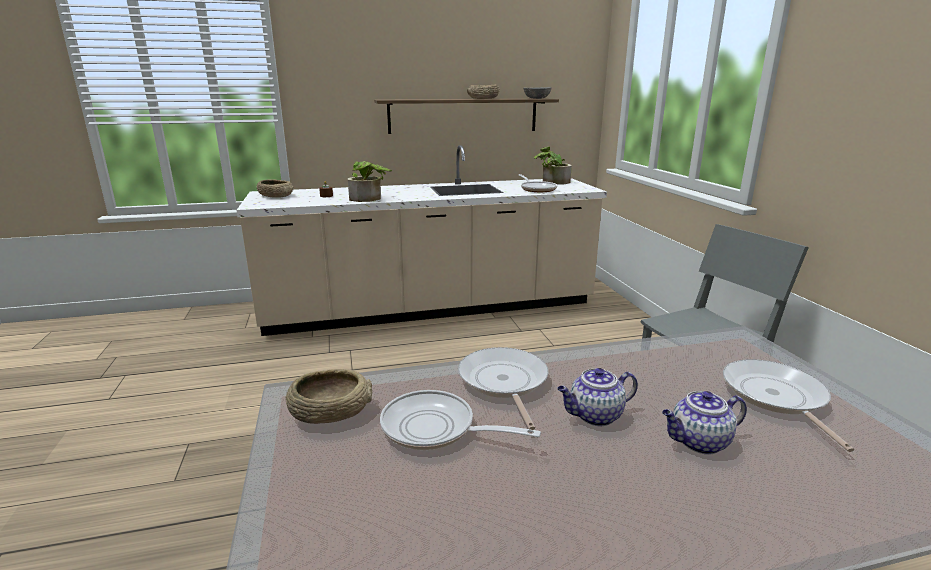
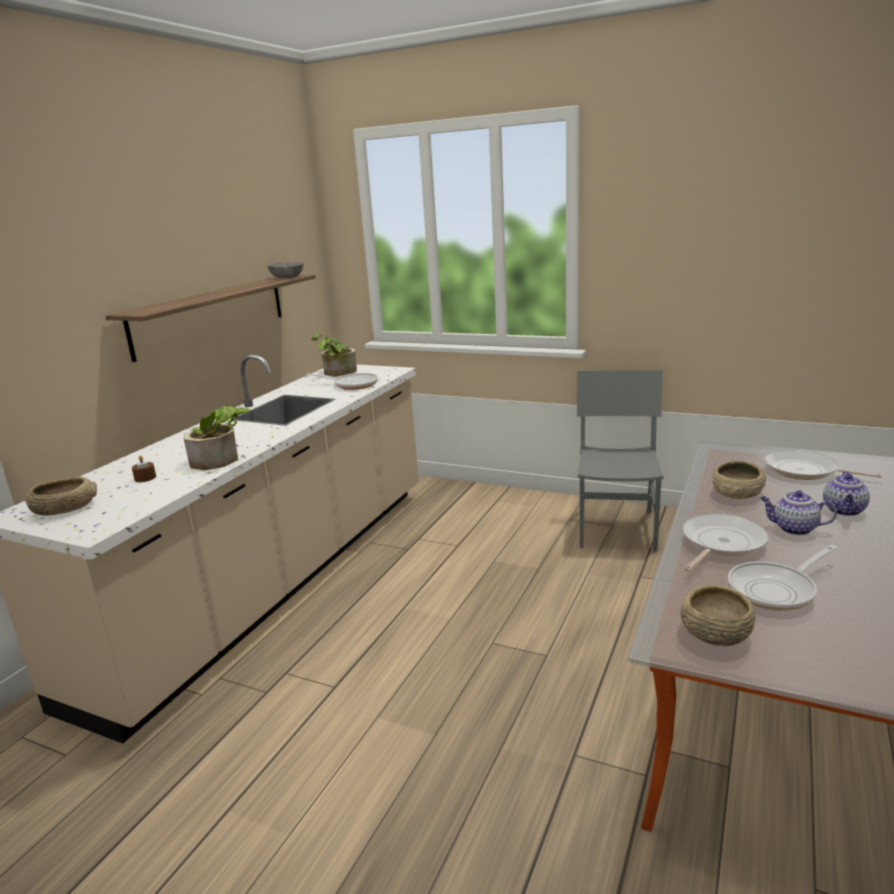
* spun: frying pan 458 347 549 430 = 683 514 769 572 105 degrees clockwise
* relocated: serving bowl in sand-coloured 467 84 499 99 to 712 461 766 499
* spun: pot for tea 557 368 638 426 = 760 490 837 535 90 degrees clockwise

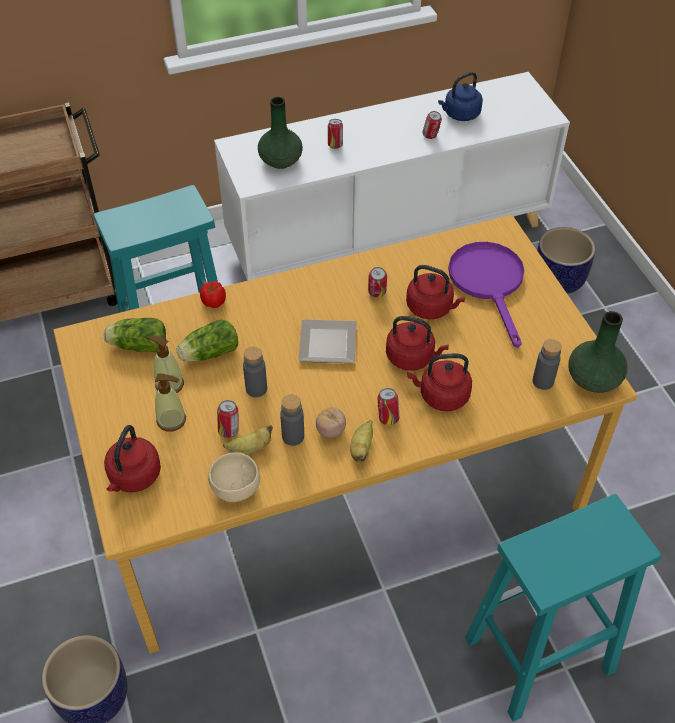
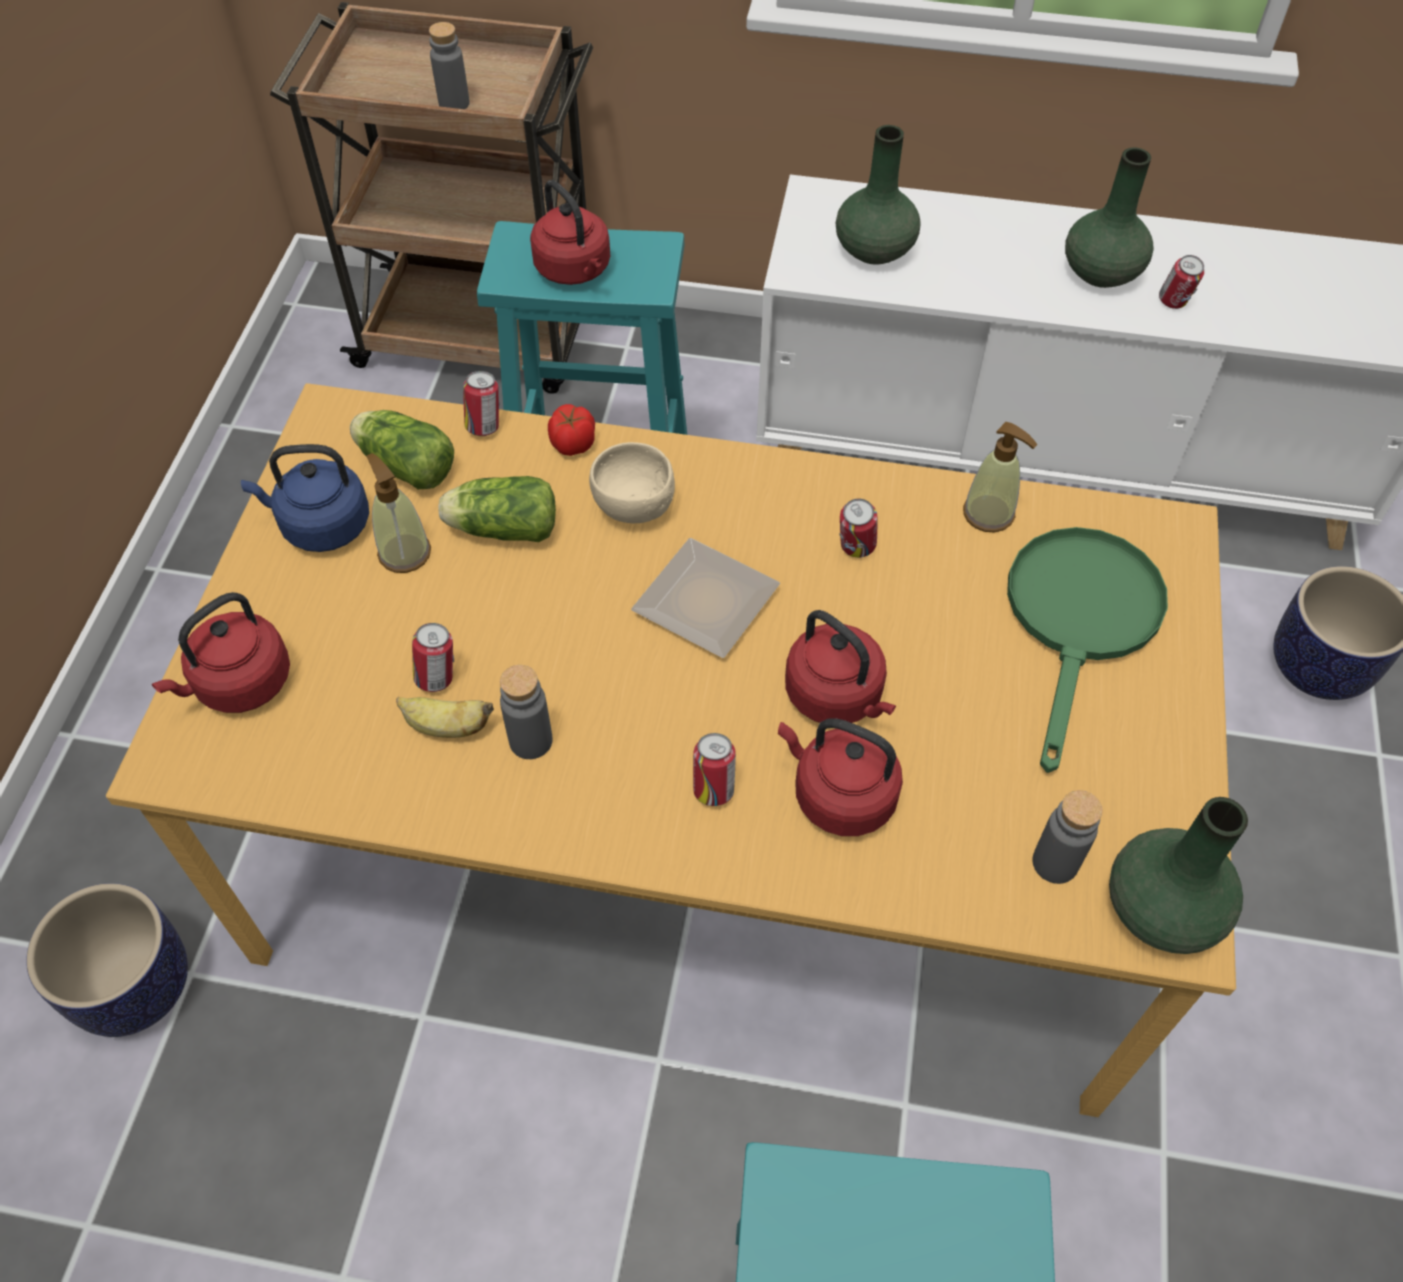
* relocated: tea kettle in blue 438 72 483 121 to 241 444 369 552
* relocated: beverage bottle in greyish 243 347 267 397 to 429 22 470 109
* relocated: sealed can 328 119 343 149 to 463 371 500 436
* relocated: tea kettle in reddish 406 265 465 319 to 530 180 610 285
* relocated: serving bowl in sand-coloured 208 452 260 502 to 589 442 675 523
* relocated: soap bottle 155 374 186 432 to 963 422 1038 533
* colour: frying pan in purple 448 242 525 348 to frying pan in green-coloured 1007 527 1168 773
* appeared: decorative vase in green-coloured 1065 147 1154 288
* missing: tomato 316 407 346 438
* missing: banana 350 420 373 463

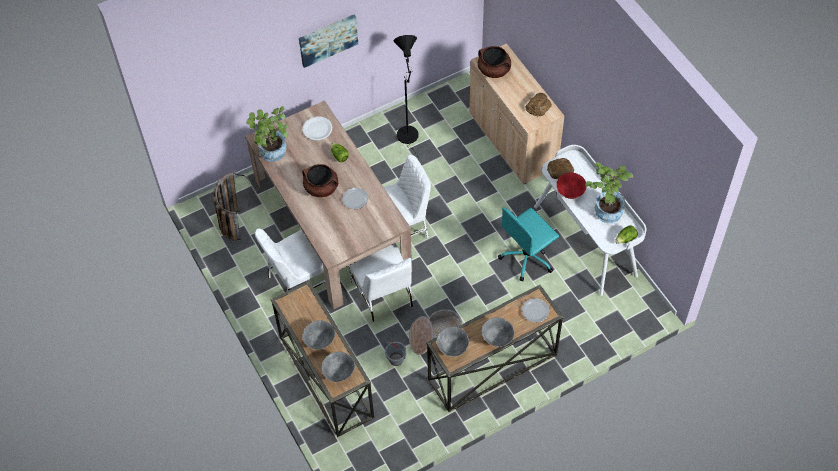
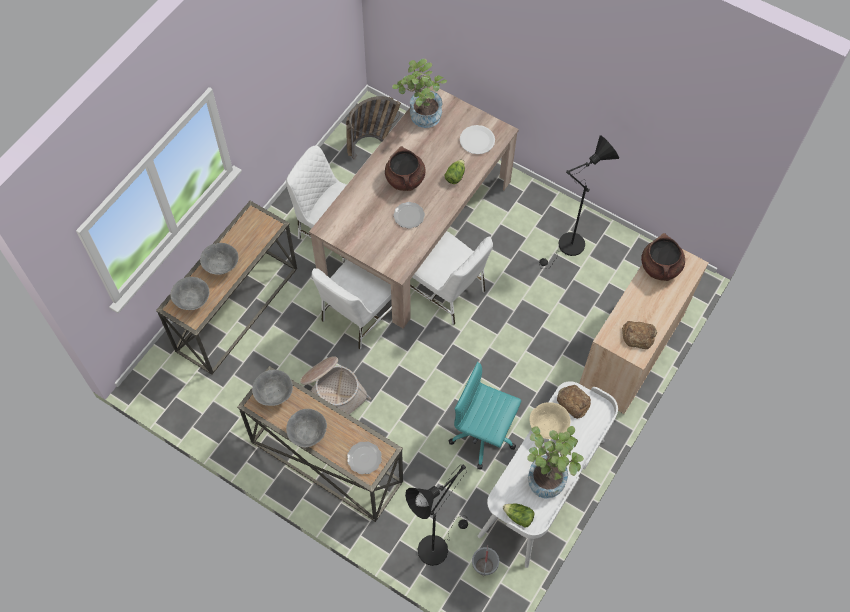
* appeared: floor lamp in black-coloured 405 465 468 566
* relocated: bucket in greyish 385 342 407 366 to 472 545 499 577
* colour: serving bowl in reddish 556 172 586 199 to serving bowl in sand-coloured 530 402 570 439
* missing: wall picture 299 14 358 68

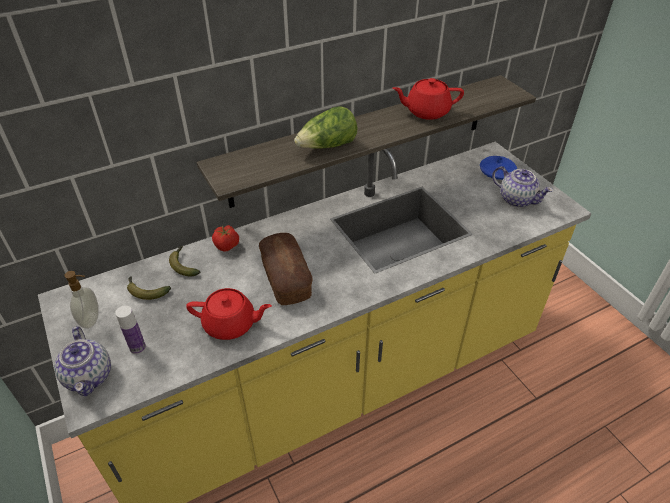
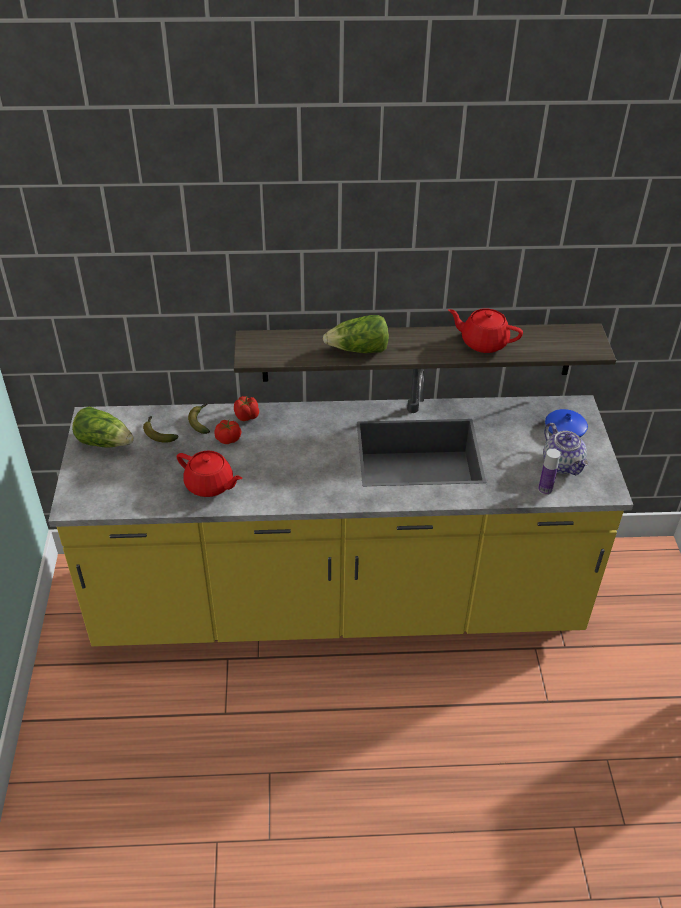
* exchanged: soap bottle 65 271 99 329 to head of lettuce 72 406 134 447
* appeared: tomato 214 420 241 444
* relocated: beverage bottle 115 305 146 354 to 538 449 561 495
* missing: pot for tea 54 326 111 397
* missing: bakery bread 259 233 313 305

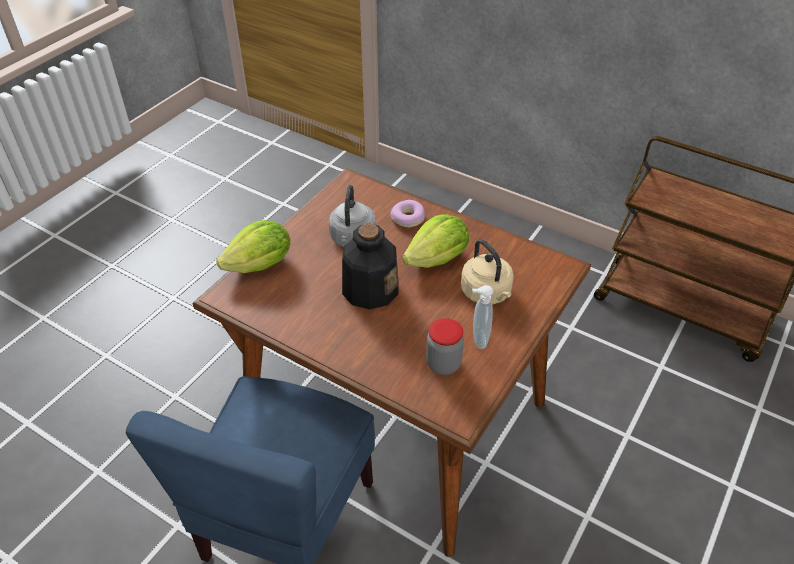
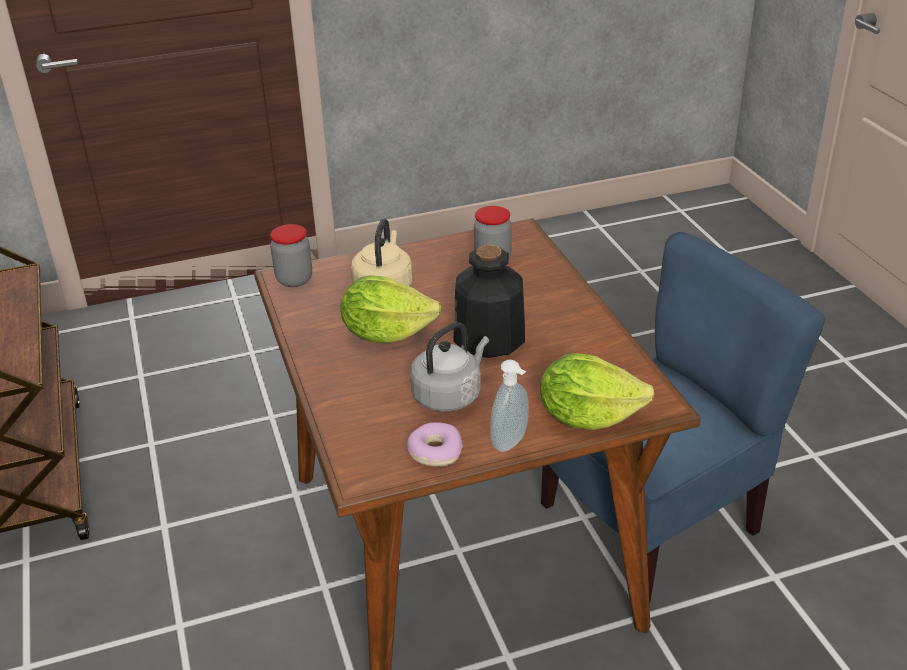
* appeared: storage jar 270 224 312 287
* relocated: ring doughnut 390 200 425 227 to 407 422 463 466
* relocated: soap bottle 472 285 493 349 to 490 360 529 452

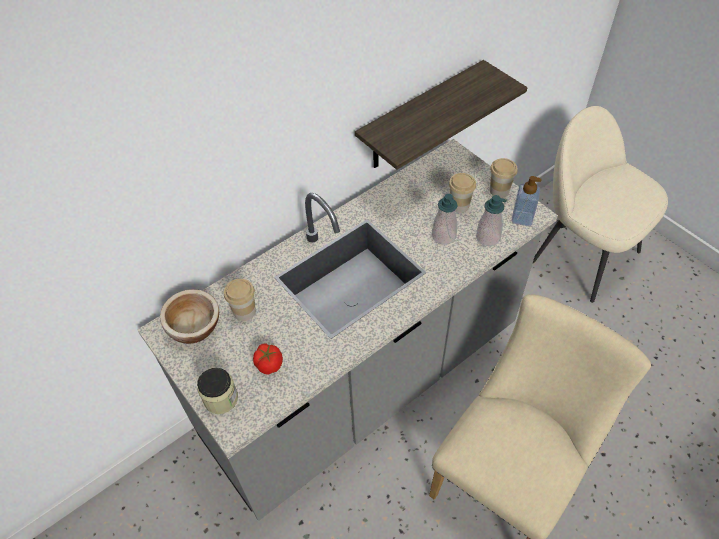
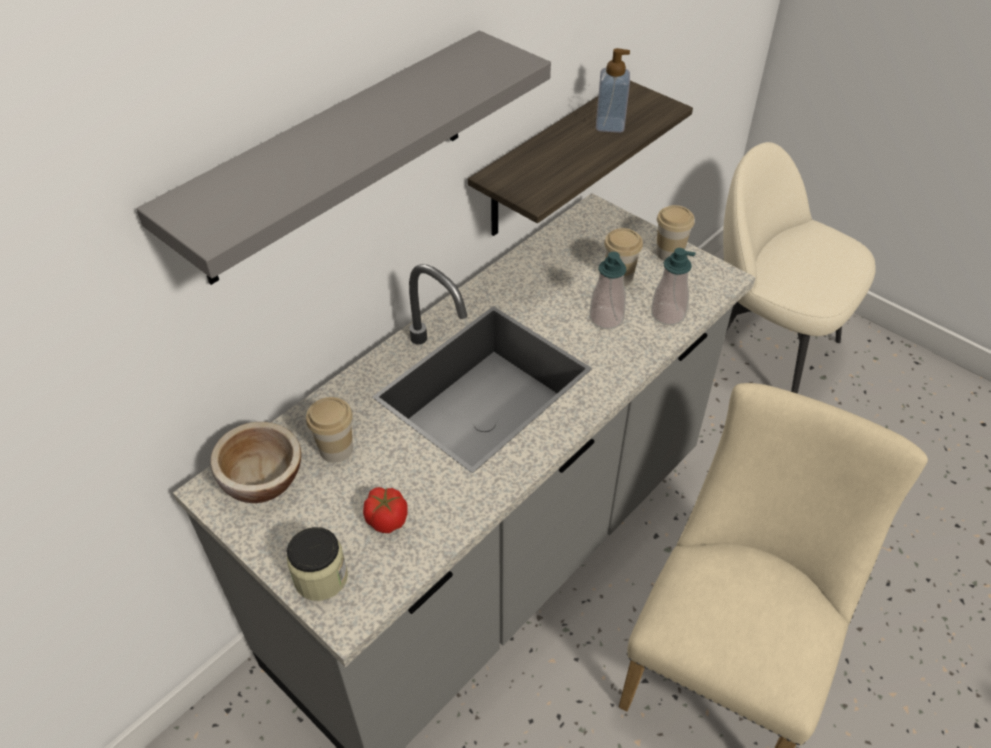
* appeared: wall shelf in greyish 136 31 551 285
* relocated: soap bottle 512 176 542 226 to 596 48 630 133

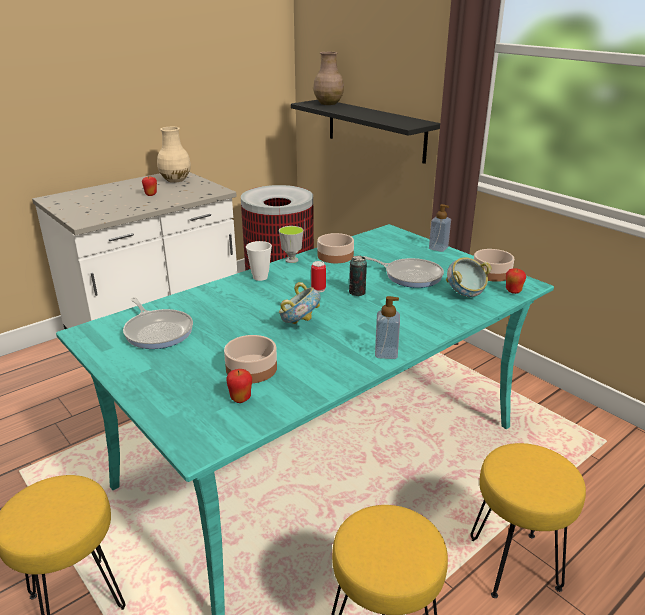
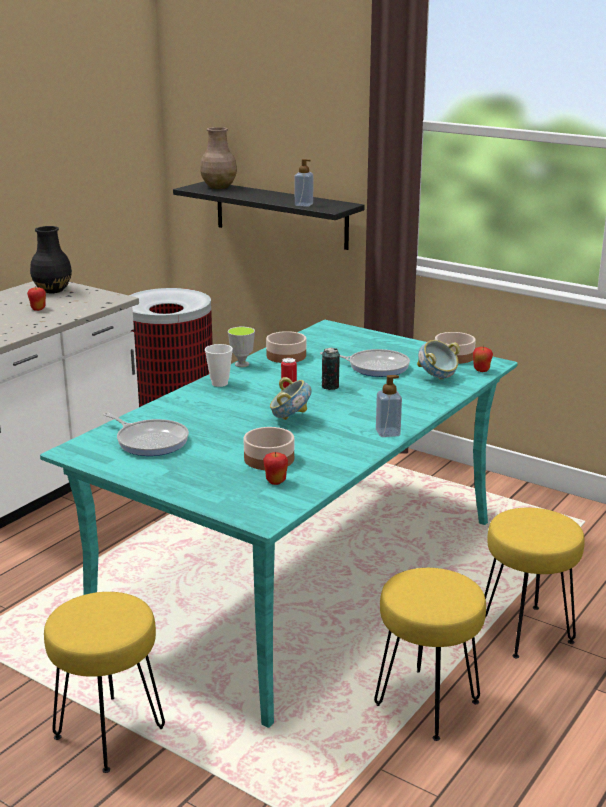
* colour: decorative vase in sand-coloured 157 127 191 183 to decorative vase in black-coloured 30 226 72 293
* relocated: soap bottle 429 204 451 252 to 295 159 313 207

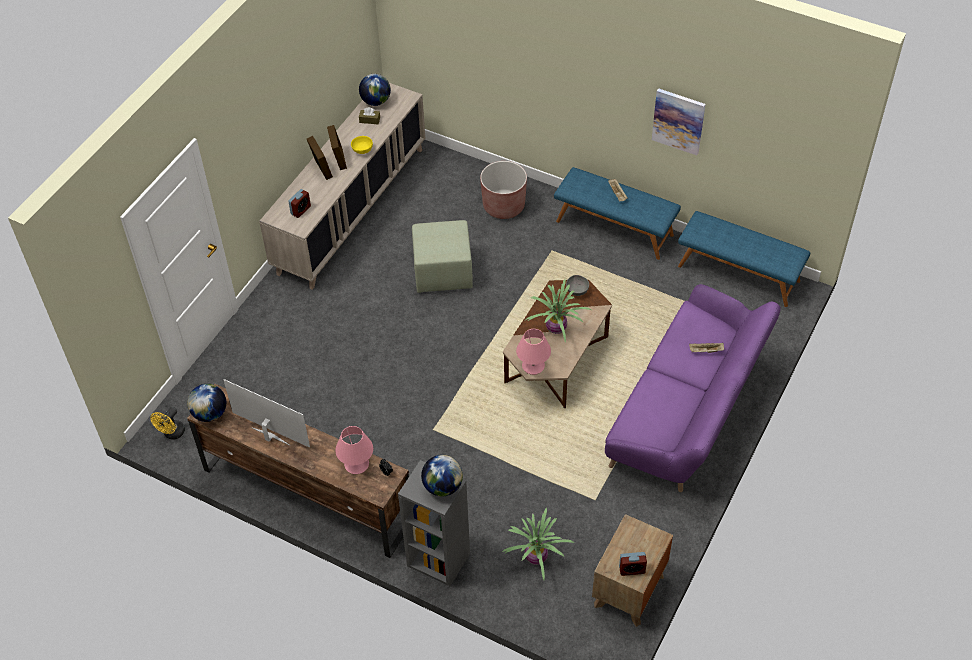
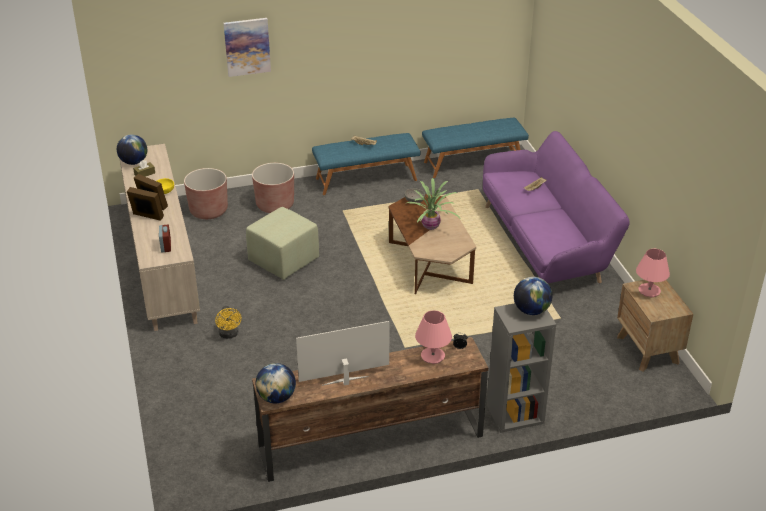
* appeared: flower pot in brownish 184 168 228 219
* relocated: fan in yellow-coloured 150 407 185 440 to 215 306 241 339
* relocated: wall picture 652 88 705 155 to 224 18 271 77
* relocated: tabletop lamp in pinkish 516 329 551 375 to 636 249 670 297
* missing: houseplant 502 508 574 580
* missing: table clock 619 552 647 576

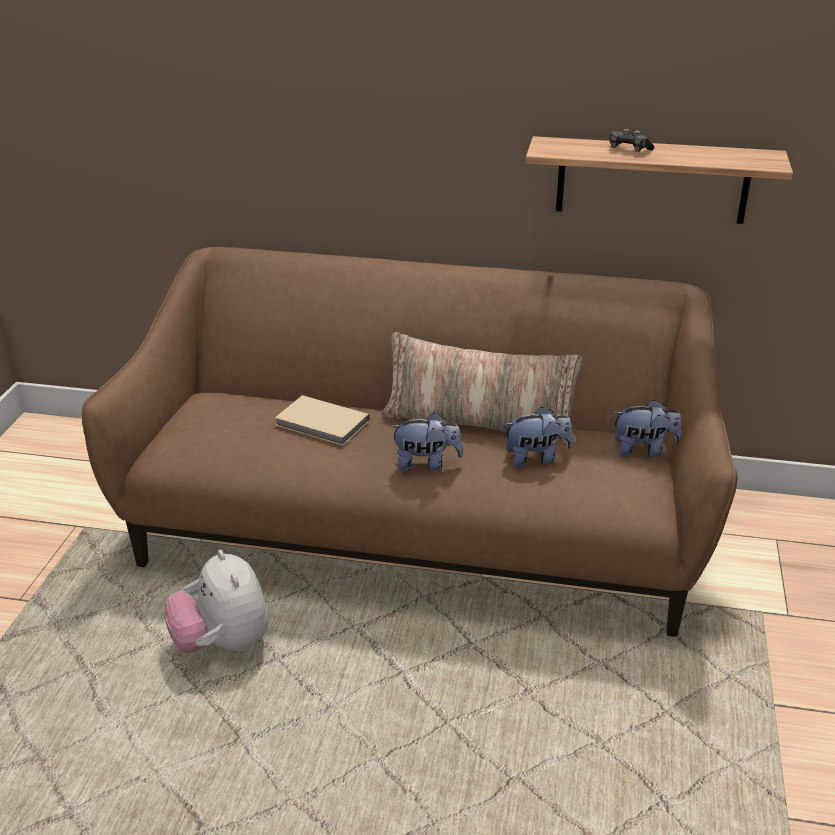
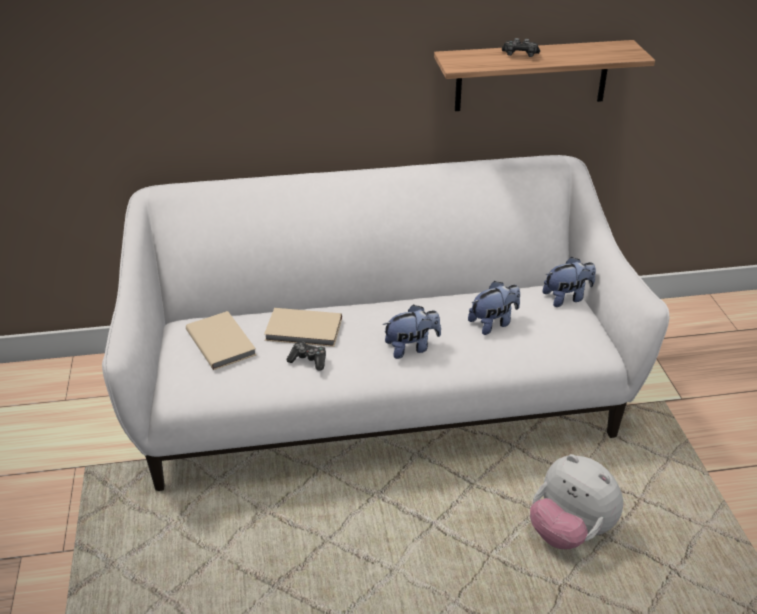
* colour: settee in brownish 82 247 738 637 to settee in white-coloured 102 155 669 491
* appeared: book in sand-coloured 186 311 256 370
* appeared: joypad 287 341 326 371
* relocated: cuddly toy 165 550 268 653 to 530 454 623 549
* missing: throw pillow 381 332 583 444

